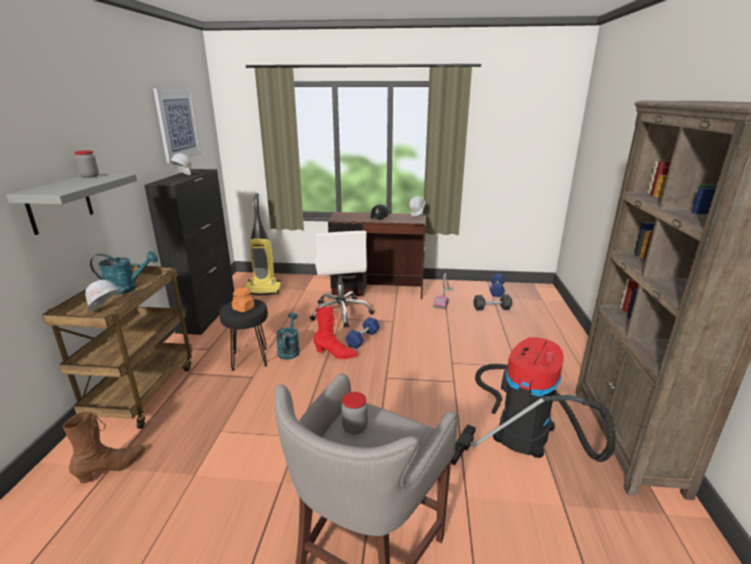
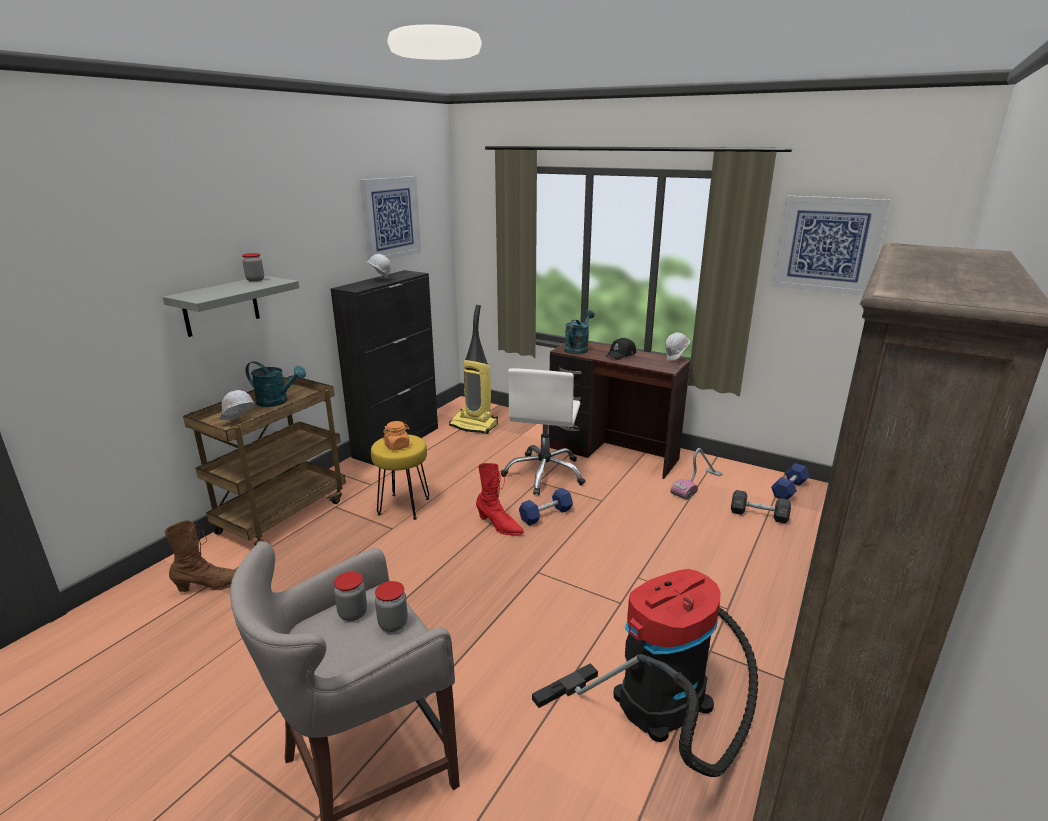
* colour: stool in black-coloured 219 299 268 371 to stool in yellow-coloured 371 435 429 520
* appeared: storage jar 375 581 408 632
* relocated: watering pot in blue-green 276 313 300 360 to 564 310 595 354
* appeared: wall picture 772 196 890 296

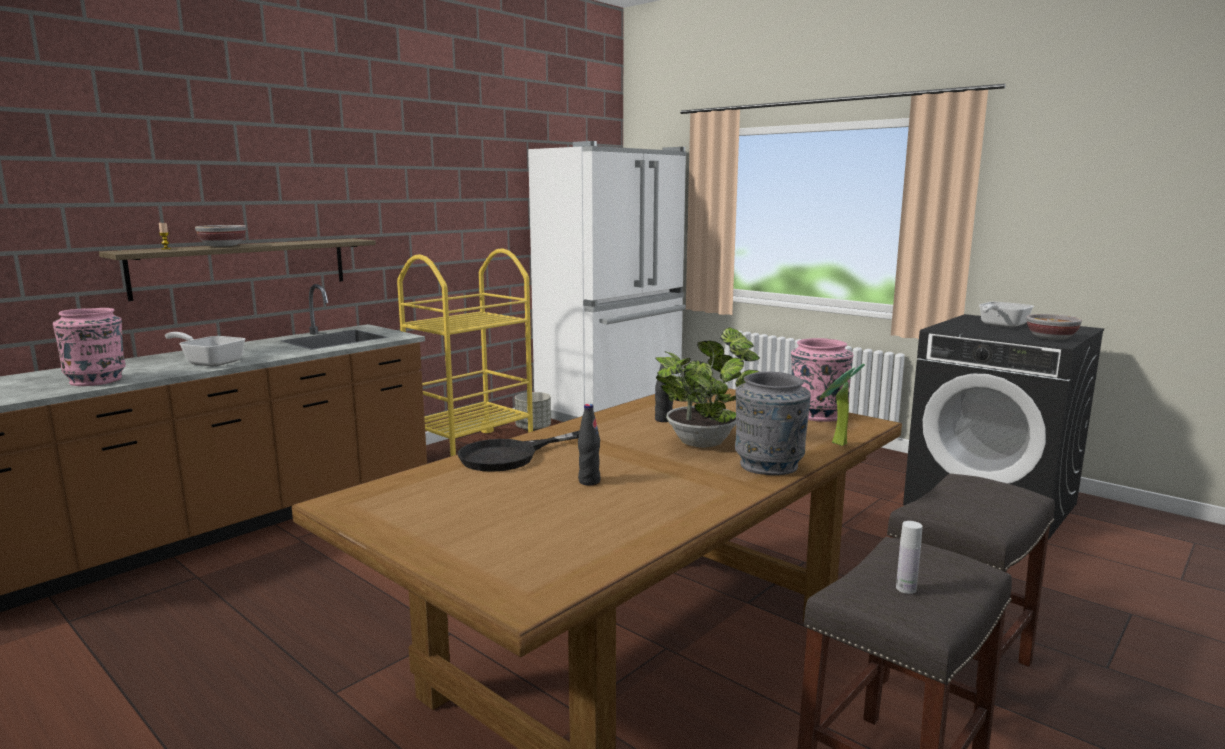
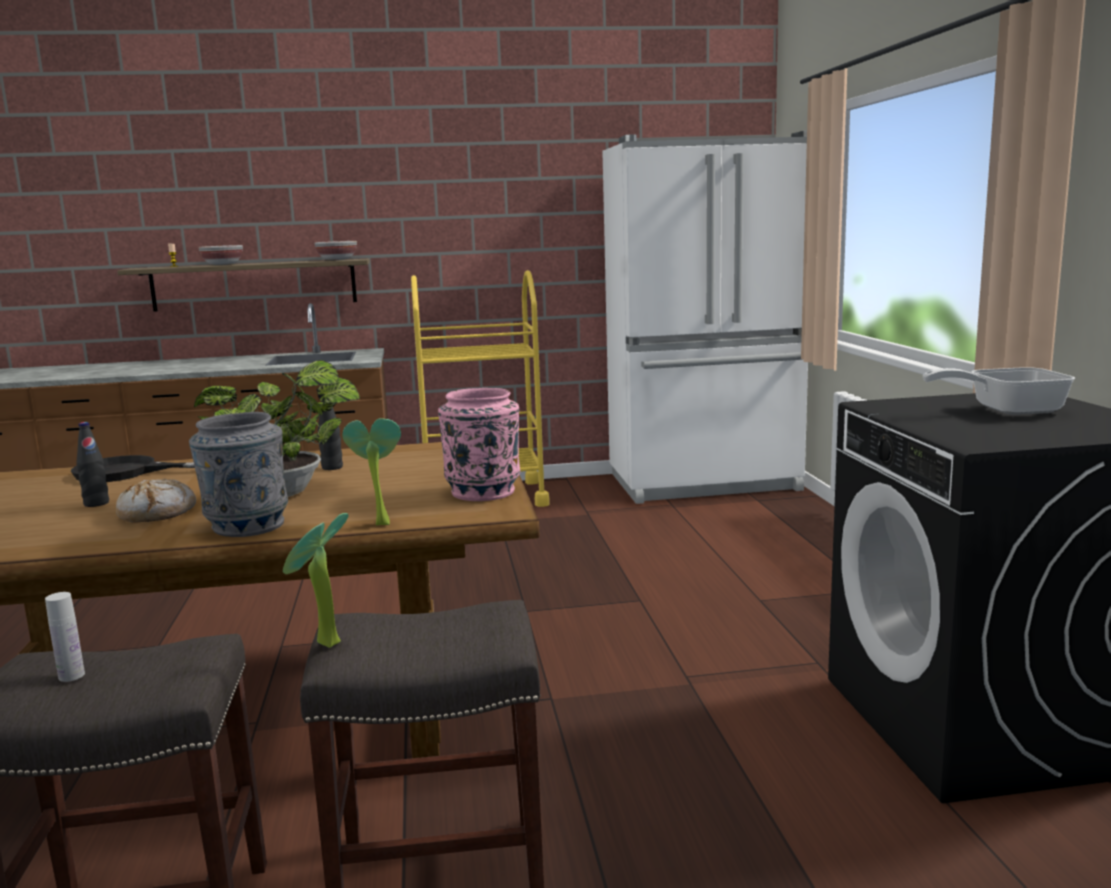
* appeared: bakery bread 116 479 196 523
* appeared: houseplant 283 513 348 648
* relocated: serving bowl 1027 314 1082 340 to 314 241 357 260
* missing: decorative vase in pinkish 53 308 126 386
* missing: frying pan 165 332 245 367
* missing: flower pot in greyish 515 392 551 431

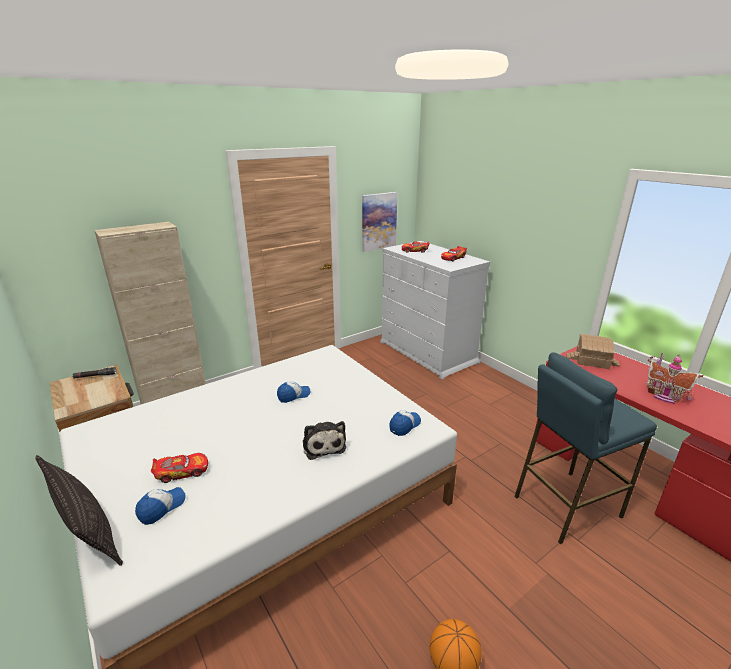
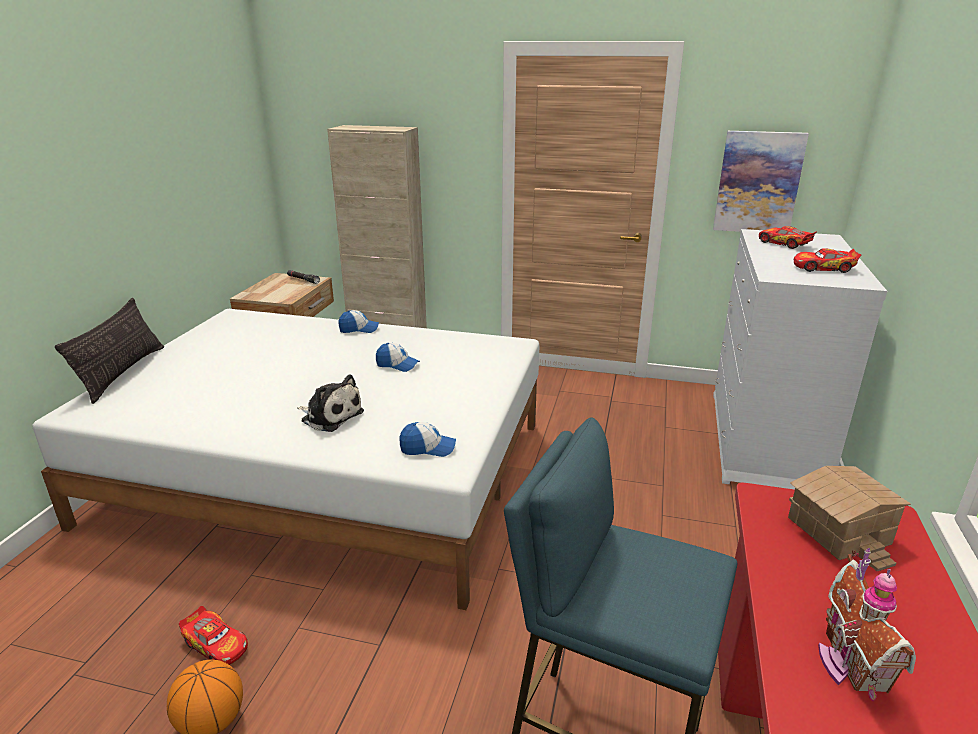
* relocated: toy car 151 453 208 483 to 179 606 248 665
* spun: cuddly toy 303 421 346 460 = 297 375 364 432 90 degrees counterclockwise
* relocated: peaked cap 135 487 186 525 to 339 310 379 333

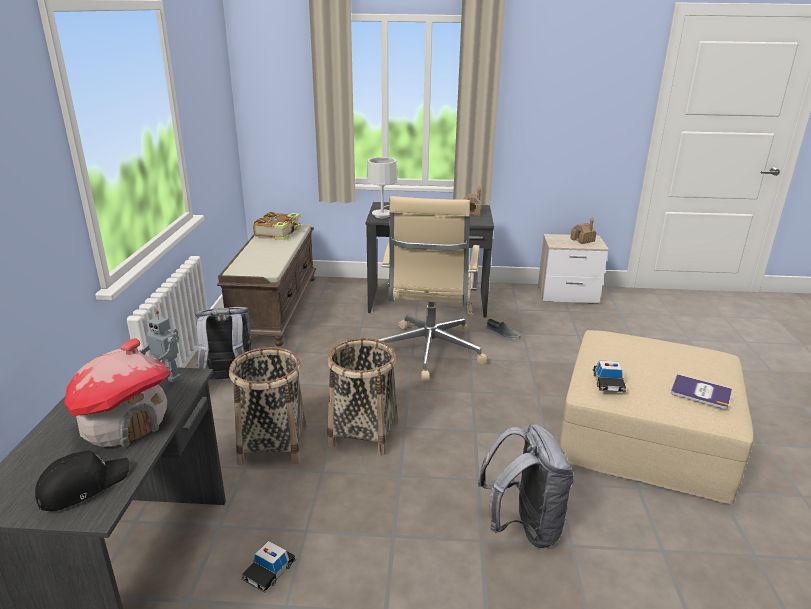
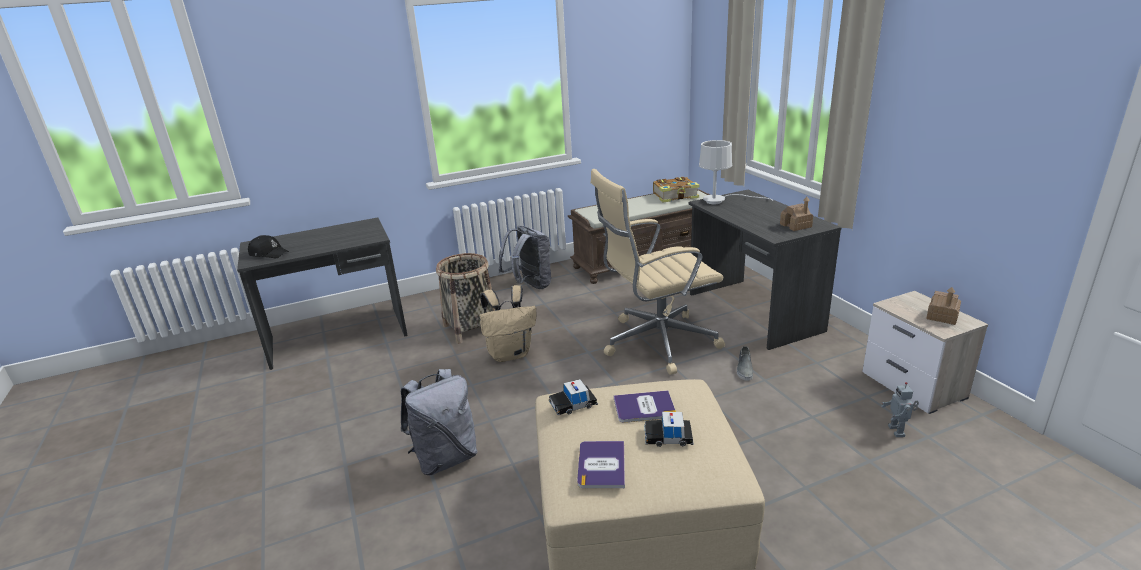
* exchanged: household basket 327 338 398 455 to knapsack in sand-coloured 479 285 536 362
* appeared: book 614 390 676 423
* relocated: toy car 241 541 297 593 to 644 412 694 447
* relocated: robot figure 139 311 181 383 to 881 382 919 437
* missing: toy house 64 338 171 447

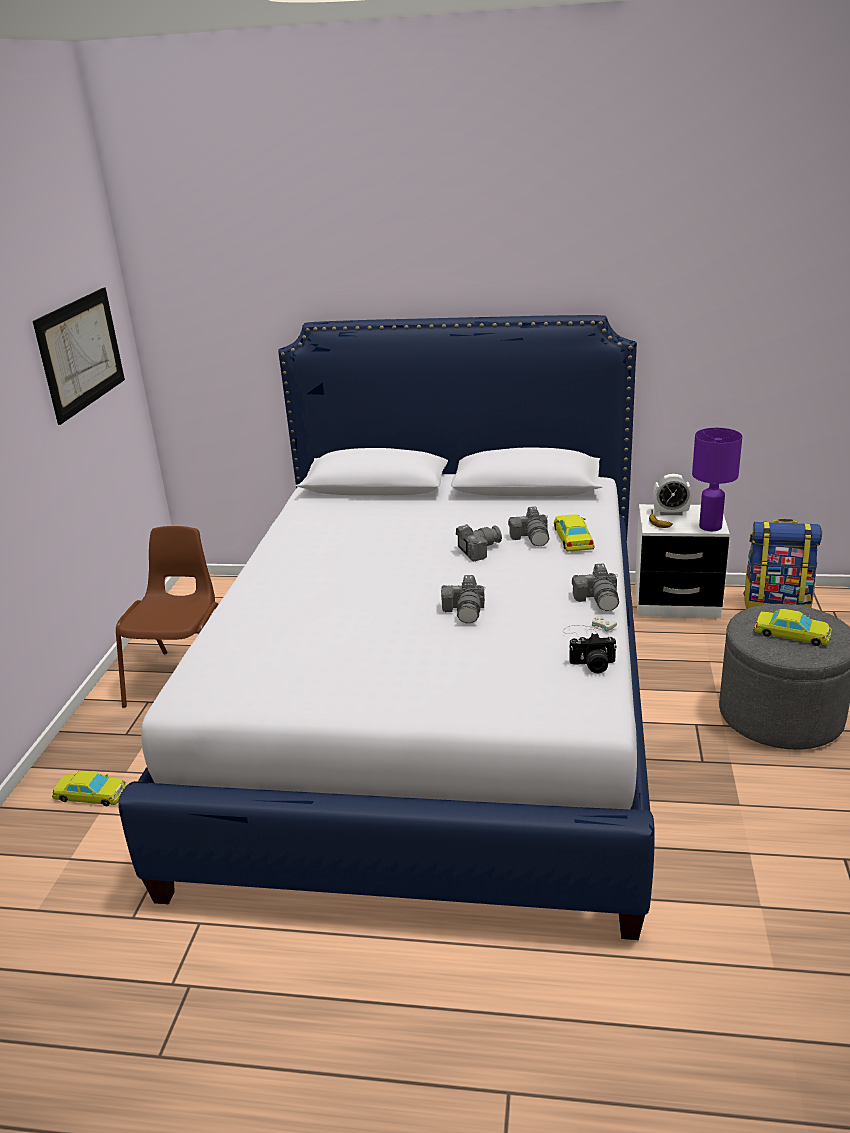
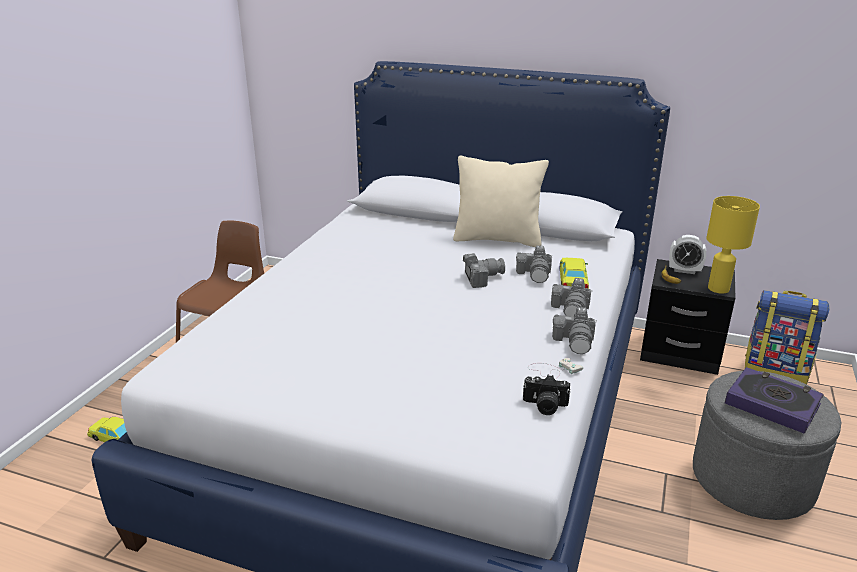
* appeared: throw pillow in sand-coloured 453 156 549 247
* relocated: photo camera 440 575 485 623 to 551 278 592 317
* colour: night table in white-coloured 635 504 730 618 to night table in black-coloured 640 259 736 375
* colour: tabletop lamp in purple 692 428 743 531 to tabletop lamp in yellow-coloured 706 196 760 294
* exchanged: toy car in yellow-coloured 754 609 832 646 to book 725 367 824 433
* missing: wall picture 33 288 125 425

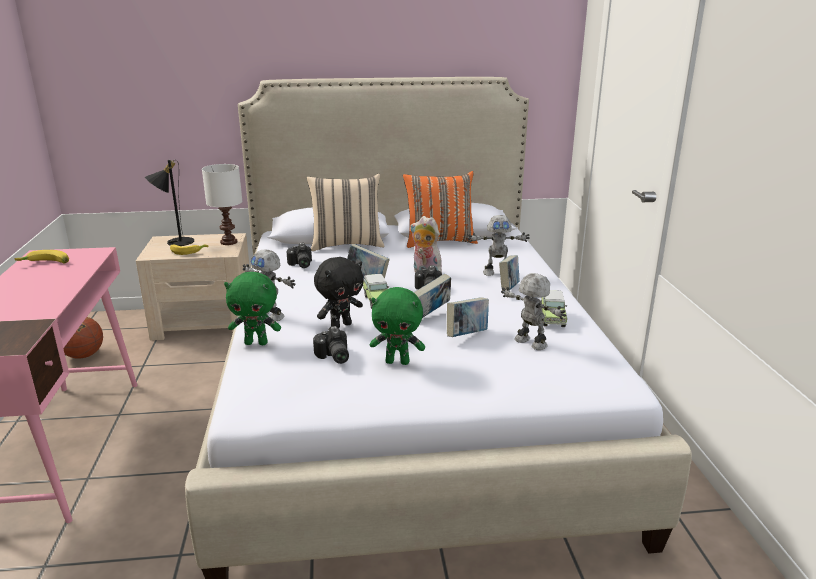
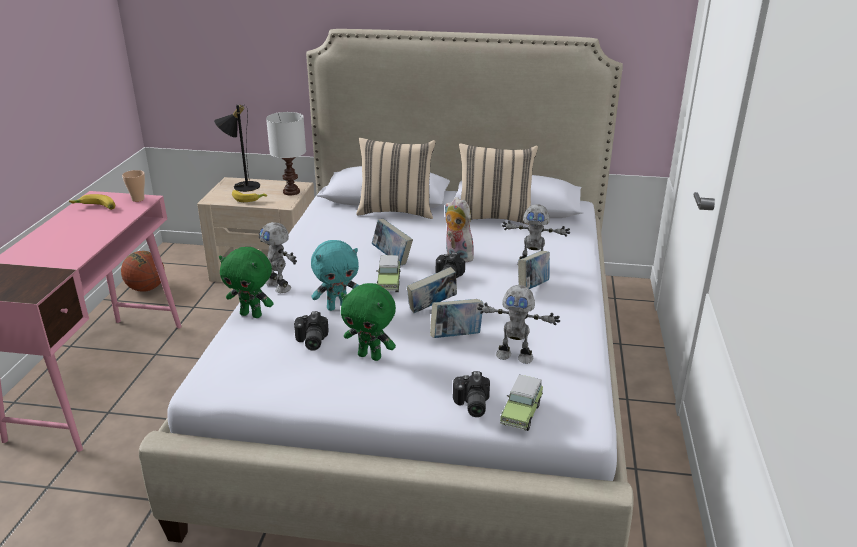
* appeared: cup 122 170 145 202
* colour: cuddly toy in black-coloured 314 257 364 328 to cuddly toy in blue-green 311 240 359 311
* relocated: photo camera 286 243 312 268 to 453 371 490 417
* colour: throw pillow in orange-coloured 403 171 478 248 to throw pillow in sand-coloured 459 143 538 225
* spun: robot figure 501 273 566 350 = 477 285 560 364 135 degrees clockwise
* relocated: toy car 541 290 567 327 to 500 375 543 431

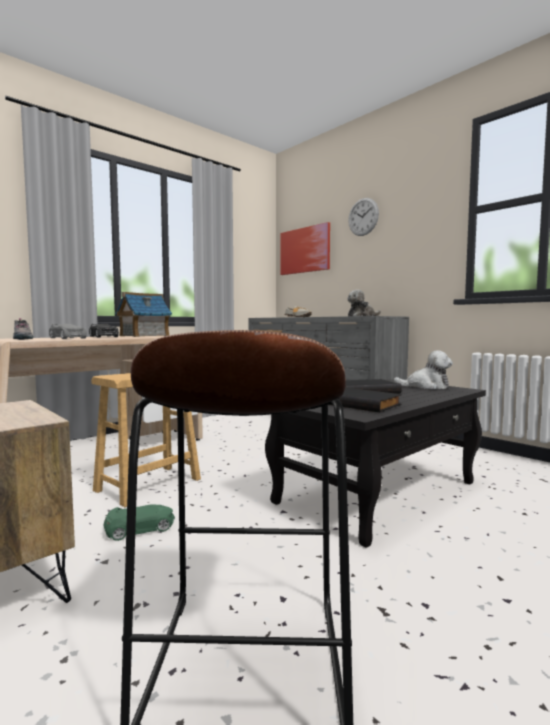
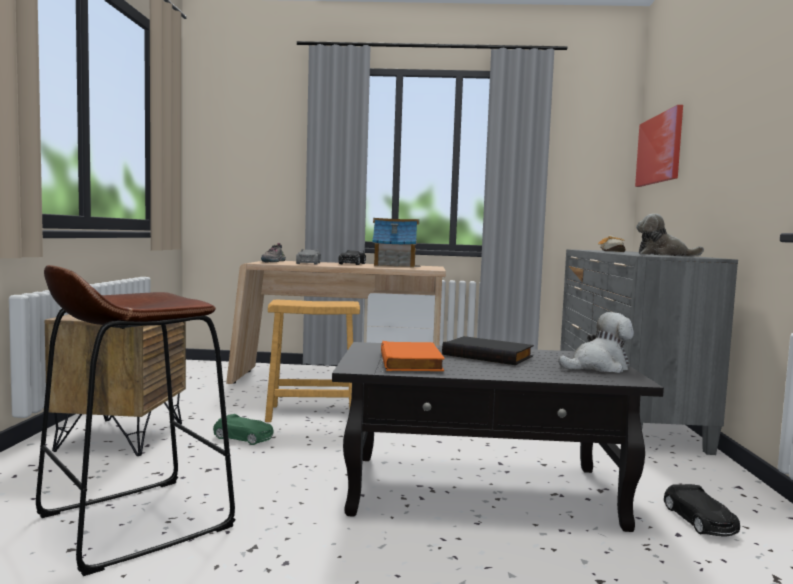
* colour: book in black-coloured 329 388 402 412 to book in orange-coloured 381 341 445 371
* spun: cuddly toy 394 350 453 389 = 558 312 634 373 75 degrees counterclockwise
* appeared: toy car in black-coloured 664 484 740 537
* missing: wall clock 348 198 379 236

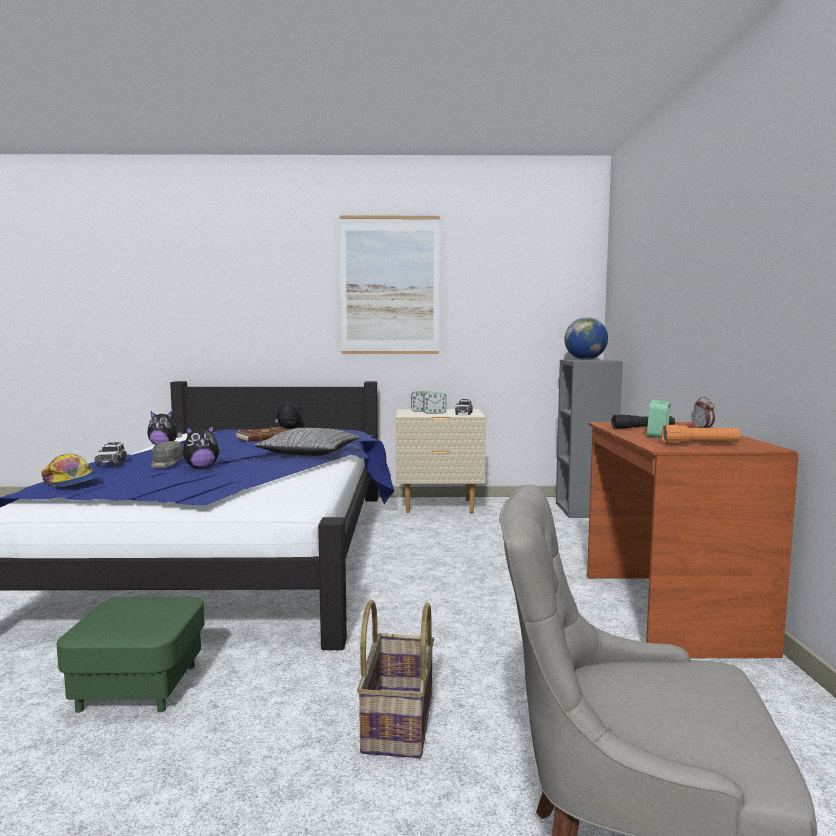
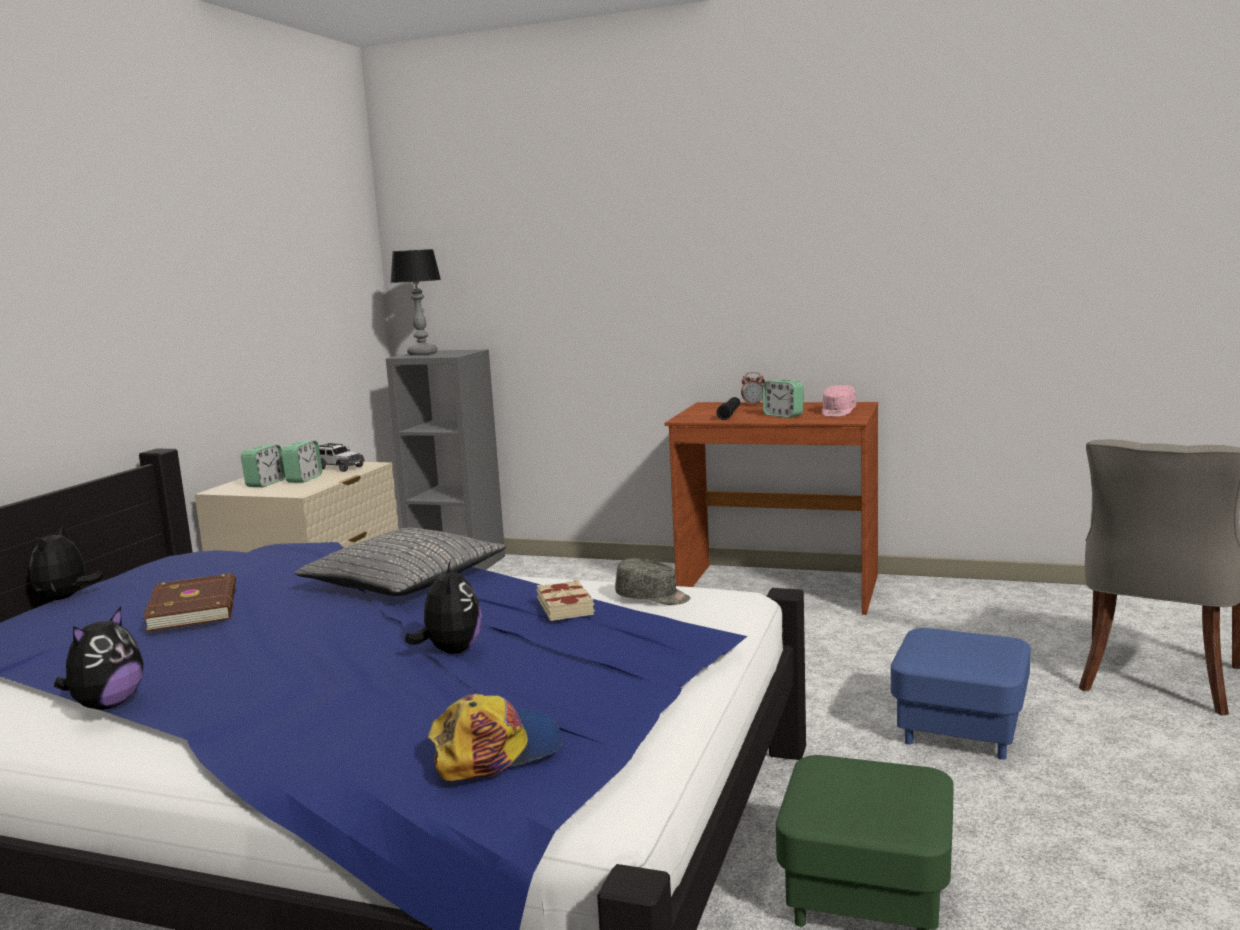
* exchanged: globe 564 317 608 360 to tabletop lamp 390 249 441 355
* appeared: book in sand-coloured 537 580 595 621
* relocated: peaked cap in greyish 151 441 184 468 to 615 559 690 605
* exchanged: torch in orange-coloured 661 425 741 444 to peaked cap in pinkish 822 385 856 417
* exchanged: household basket 357 600 434 758 to ottoman in blue 891 628 1031 760
* missing: toy car 94 442 127 466
* missing: wall picture 340 216 440 354

